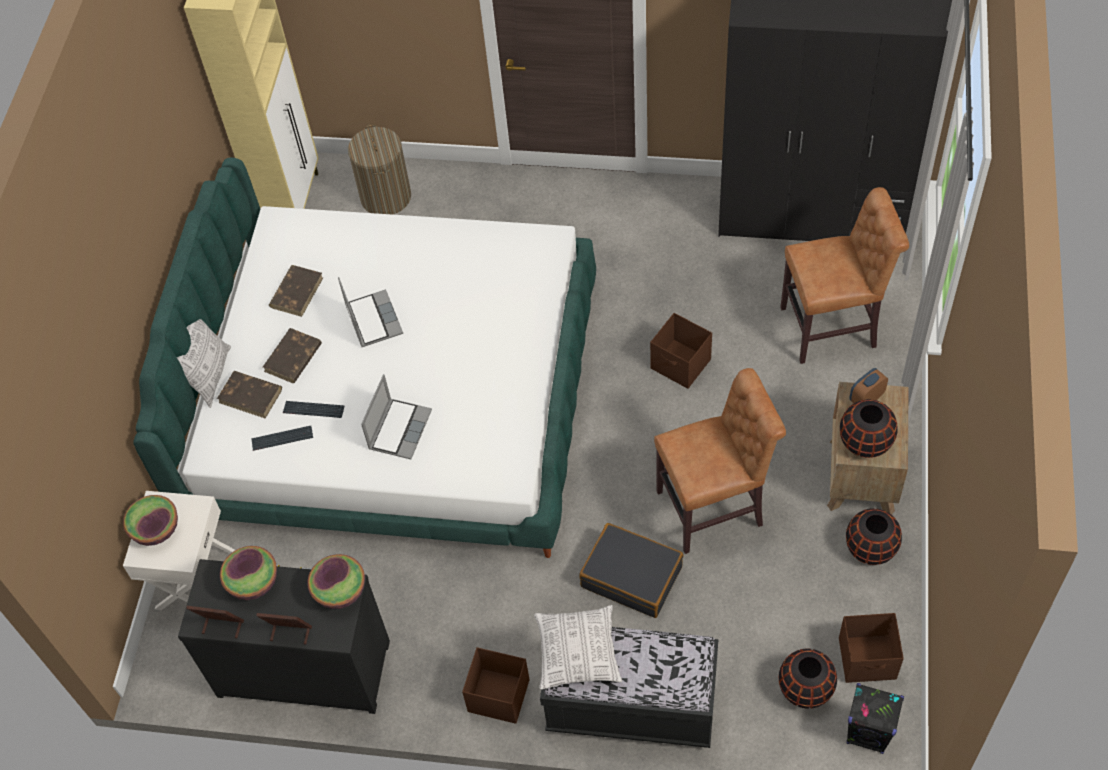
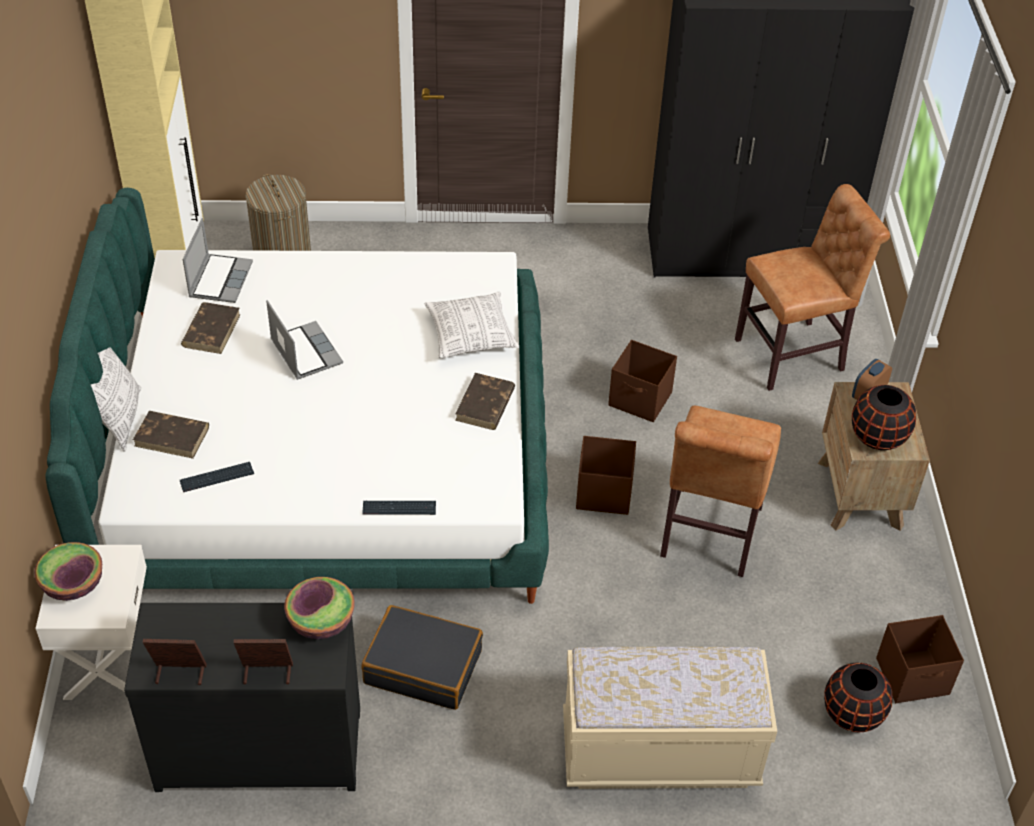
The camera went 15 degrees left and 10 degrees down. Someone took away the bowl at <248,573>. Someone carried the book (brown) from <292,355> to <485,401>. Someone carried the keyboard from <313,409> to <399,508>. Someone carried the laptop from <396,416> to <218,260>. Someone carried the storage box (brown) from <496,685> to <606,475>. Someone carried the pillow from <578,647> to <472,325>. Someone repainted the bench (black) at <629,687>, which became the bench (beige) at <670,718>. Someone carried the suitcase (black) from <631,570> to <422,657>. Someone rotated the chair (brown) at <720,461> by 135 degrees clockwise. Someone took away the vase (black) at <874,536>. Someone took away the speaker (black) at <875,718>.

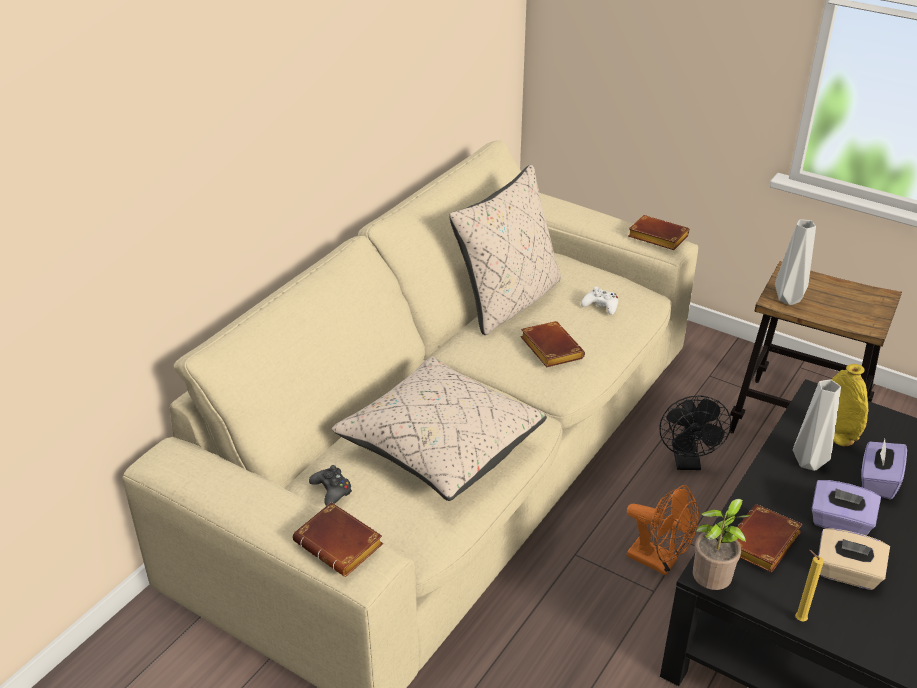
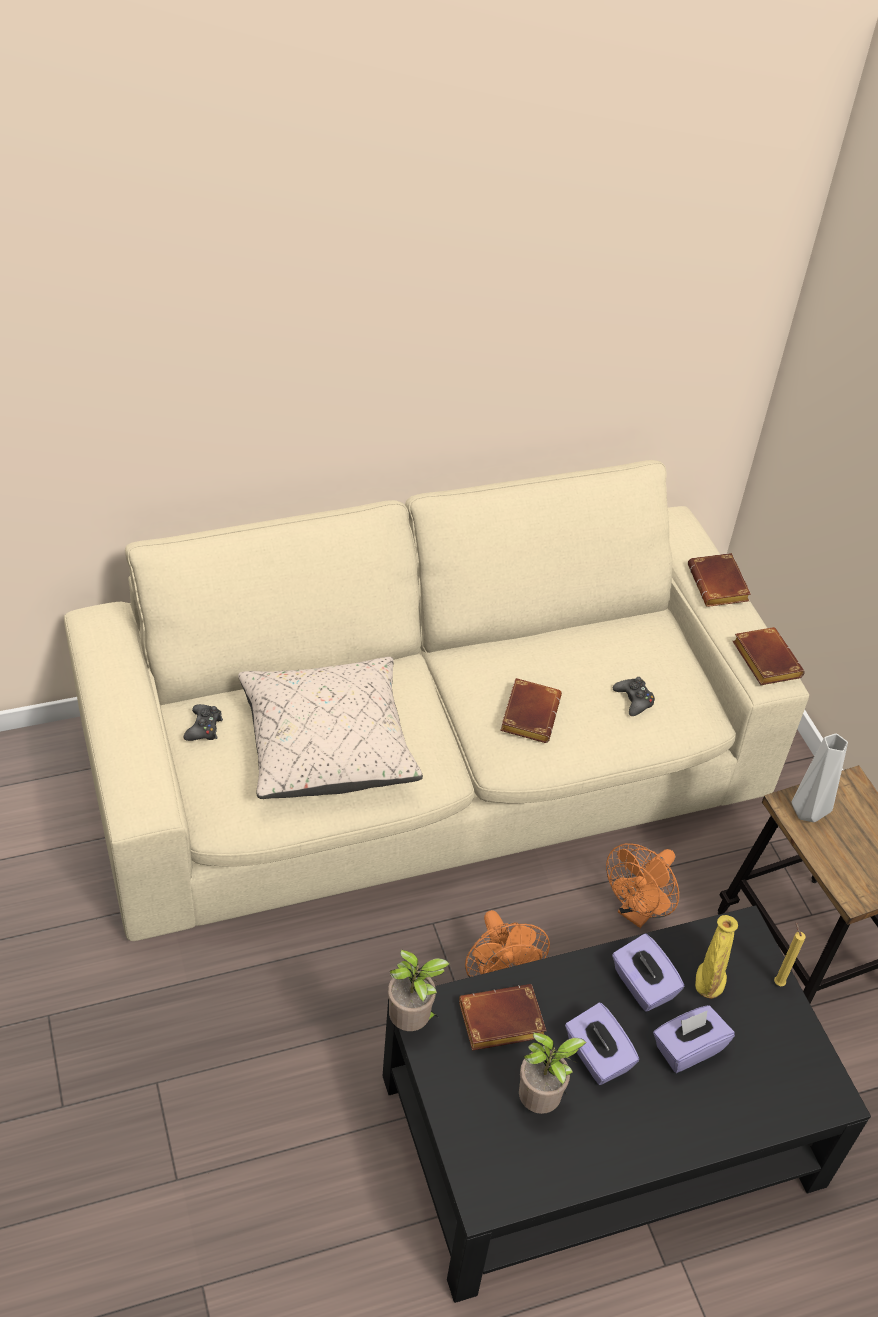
The camera went 35 degrees right and 10 degrees up. Someone carried the book (brown) from <338,539> to <719,580>. Someone took away the pillow (beige) at <505,250>. Someone repainted the game controller (white) at <599,301>, which became the game controller (black) at <634,696>. Someone repainted the fan (black) at <695,432>, which became the fan (orange) at <642,885>. Someone swapped the vase (grey) at <817,425> for the tissue box (purple) at <648,973>. Someone carried the candle (yellow) from <809,586> to <790,954>. Someone swapped the tissue box (beige) at <854,559> for the potted plant at <552,1073>.

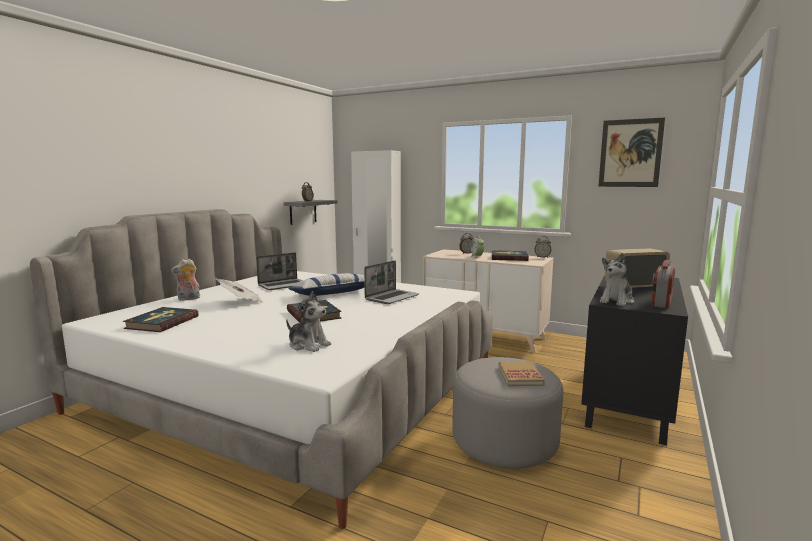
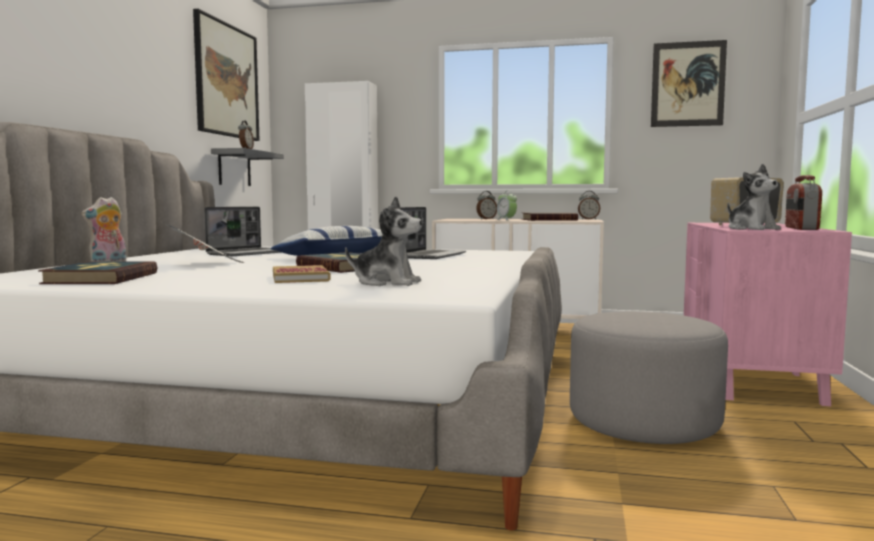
The camera went 15 degrees left and 5 degrees down. Someone carried the book from <521,374> to <302,274>. Someone repainted the dresser (black) at <634,360>, which became the dresser (pink) at <768,314>. Someone rotated the plush toy at <617,279> by 45 degrees counterclockwise. Someone put up the picture at <226,75>.

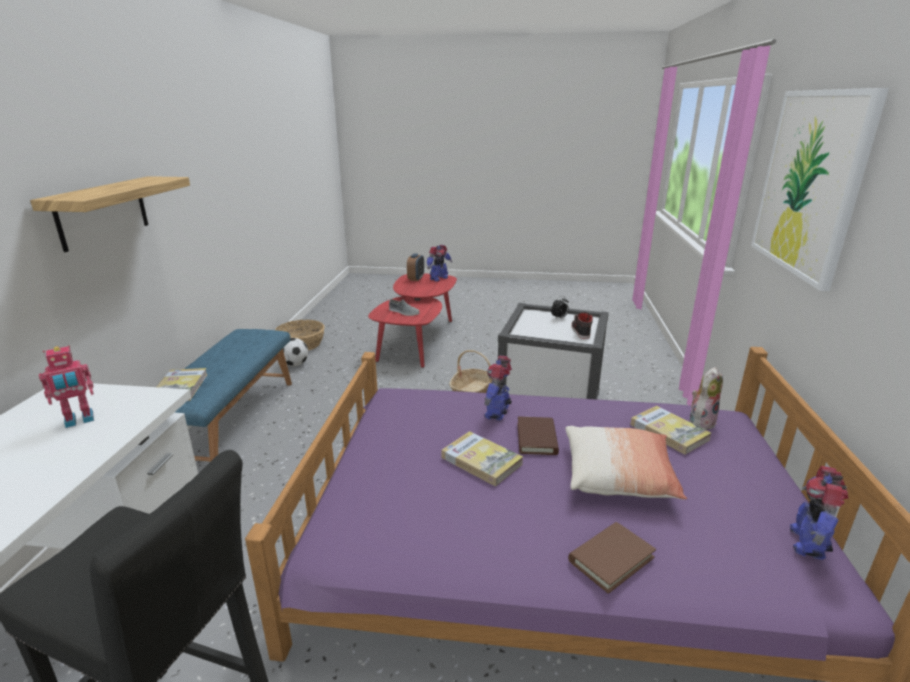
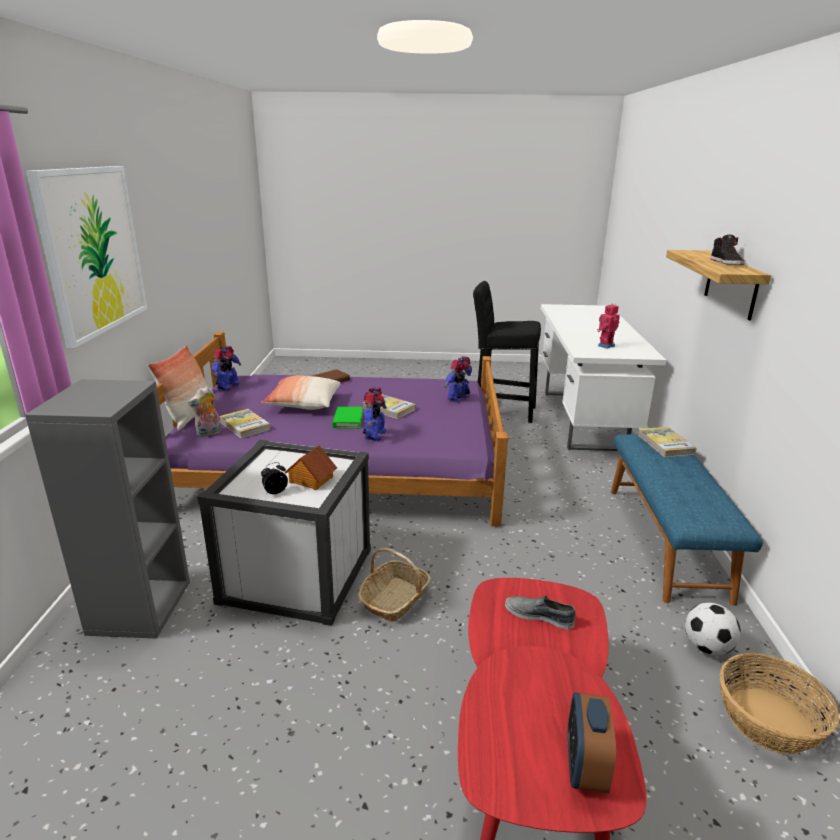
The camera went 175 degrees right and 0 degrees up. Someone carried the toy robot from <439,263> to <458,379>. Someone repainted the book (brown) at <538,436>, which became the book (green) at <347,417>. Someone carried the shoe (black) from <582,325> to <727,249>. Someone put down the bookcase (grey) at <107,509>. Someone put down the pillow at <177,387>. Someone put down the toy house at <311,467>.

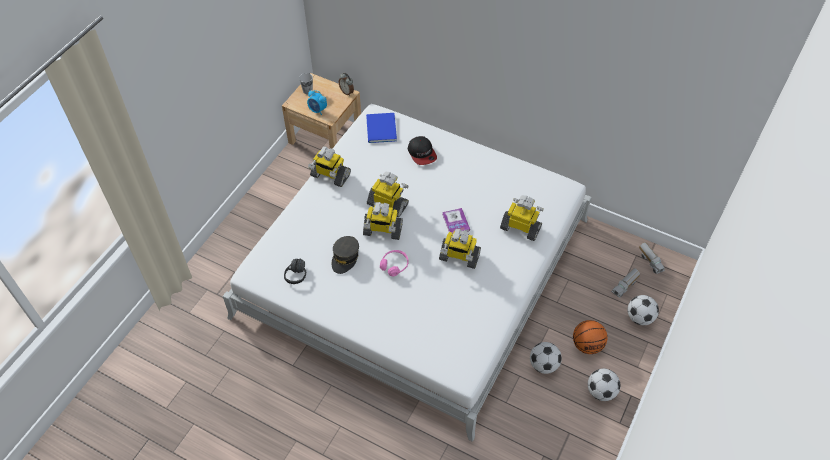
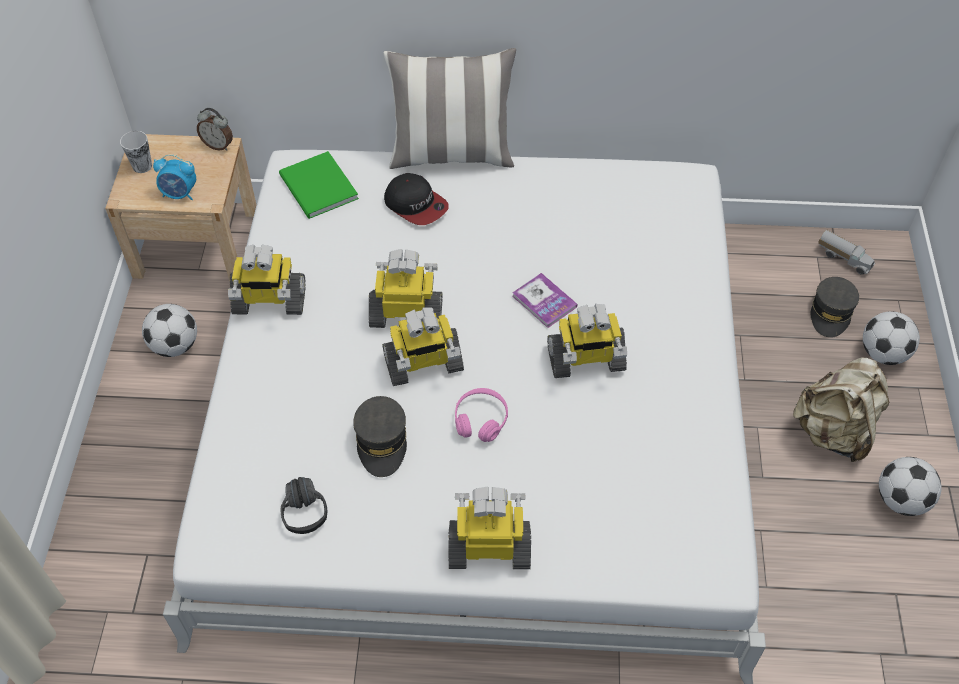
The camera went 25 degrees left and 0 degrees up. Someone repainted the book (blue) at <381,128>, which became the book (green) at <319,185>. Someone carried the toy robot from <522,218> to <489,528>. Someone carried the football from <546,358> to <169,330>. Someone swapped the basketball at <590,337> for the backpack (beige) at <841,409>. Someone swapped the toy truck at <625,283> for the cap (grey) at <834,307>. Someone put down the pillow at <449,108>.

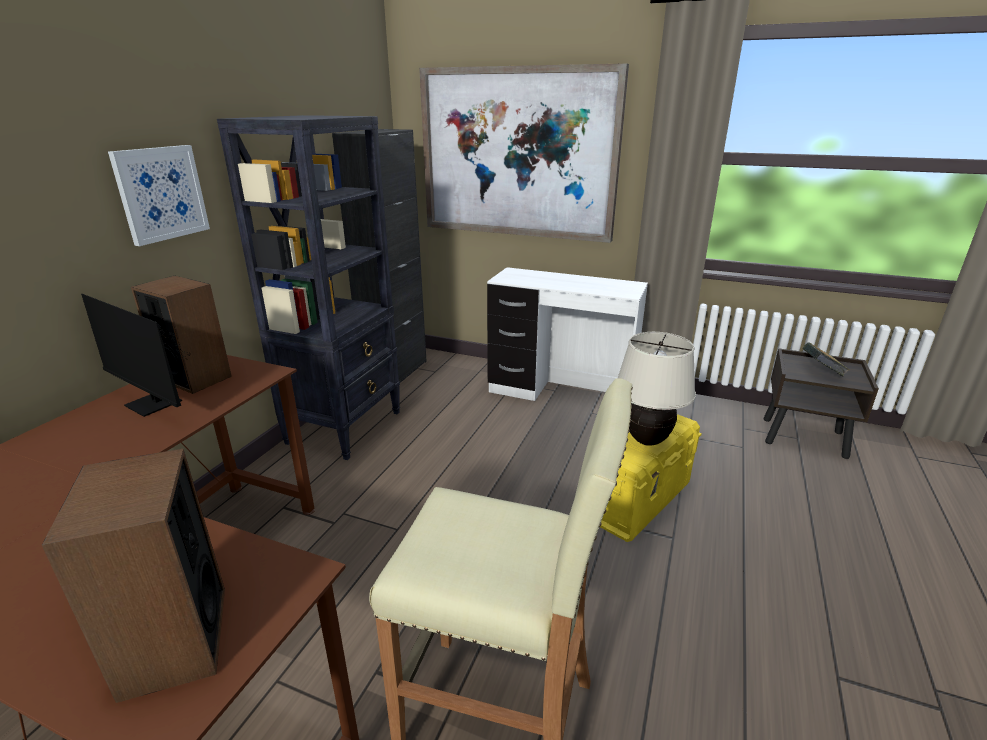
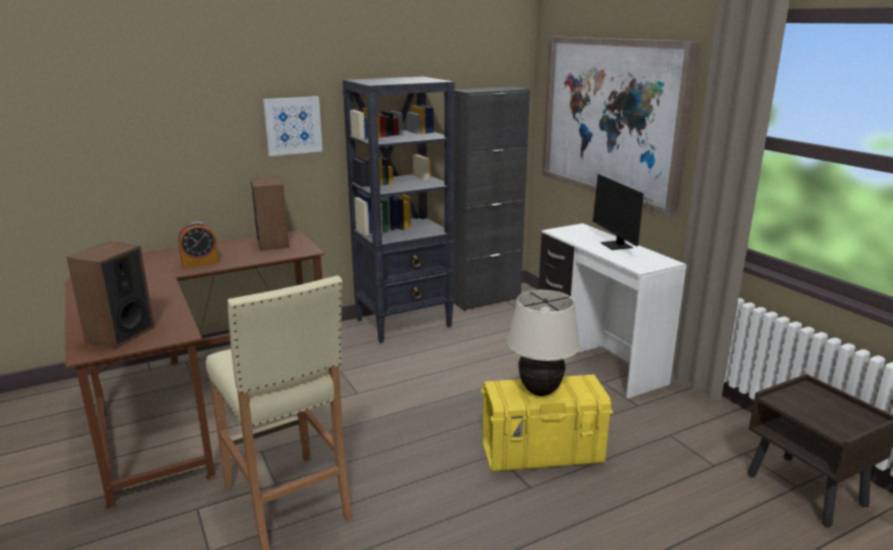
The camera went 40 degrees right and 5 degrees down. Someone carried the monitor from <136,355> to <625,212>. Someone took away the book at <826,359>. Someone put down the alarm clock at <198,245>.

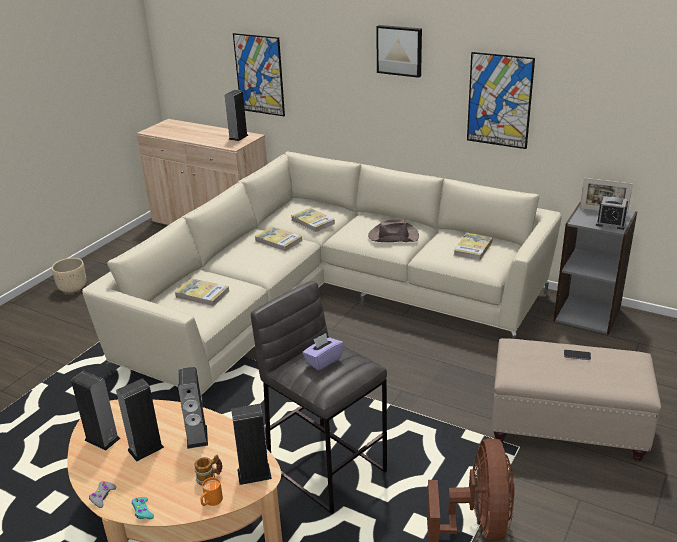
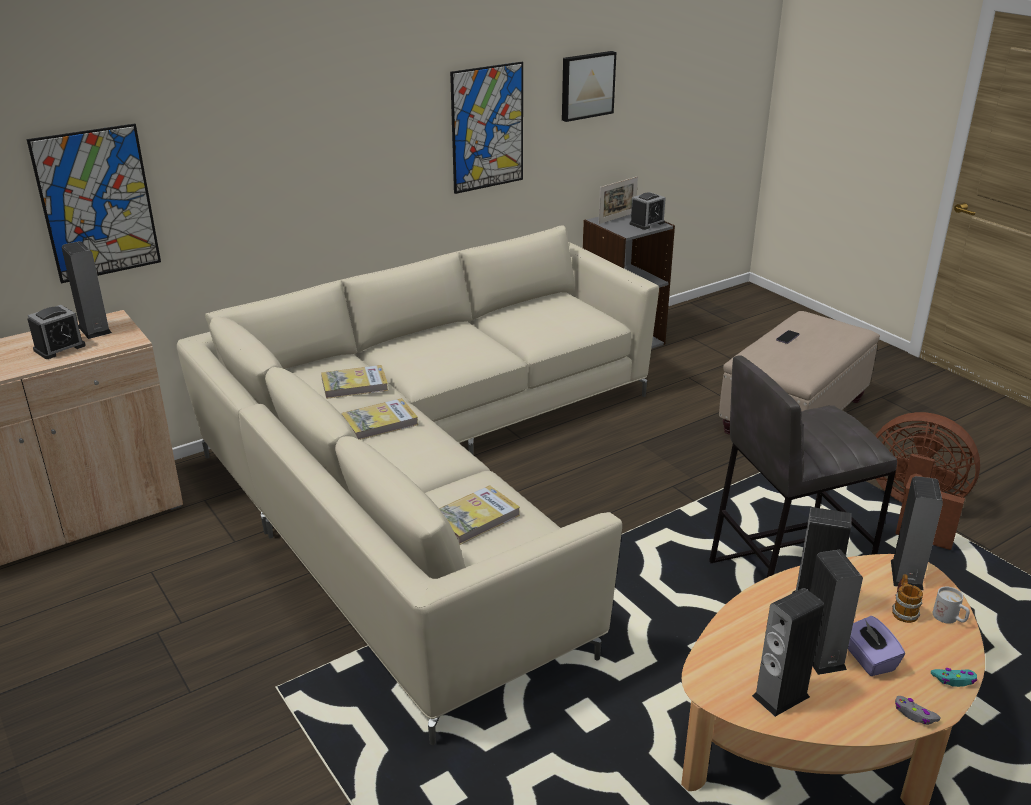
The camera went 65 degrees left and 0 degrees up. Someone took away the planter (beige) at <69,275>. Someone repainted the mug (orange) at <211,491>, which became the mug (white) at <951,605>. Someone carried the tissue box (purple) from <323,352> to <876,646>. Someone took away the hat (brown) at <393,230>. Someone carried the picture from <399,51> to <589,86>. Someone took away the book at <473,246>. Someone put down the alarm clock at <57,332>.

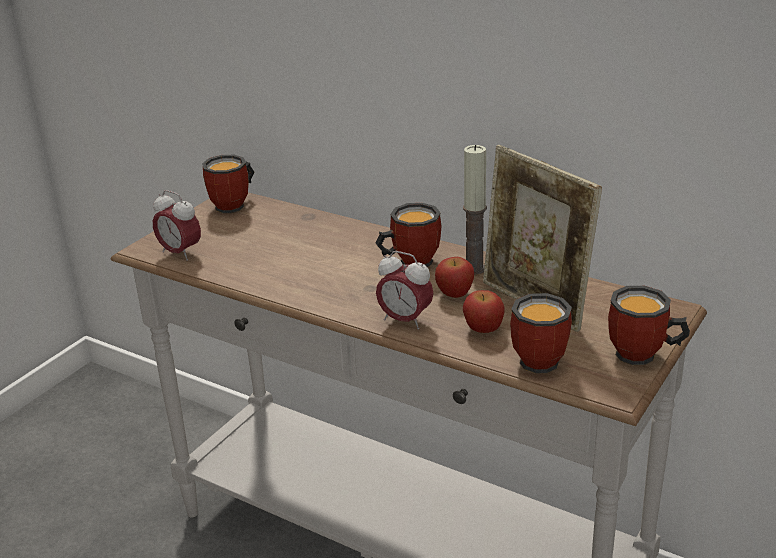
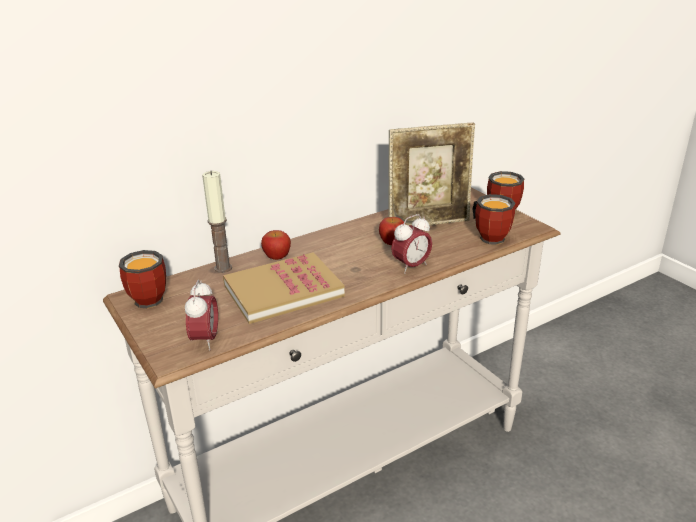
The camera went 65 degrees left and 0 degrees up. Someone rotated the alarm clock at <177,225> by 60 degrees counterclockwise. Someone took away the mug at <408,235>. Someone carried the candle from <475,210> to <217,222>. Someone carried the apple from <484,311> to <276,245>. Someone put down the book at <284,288>.

